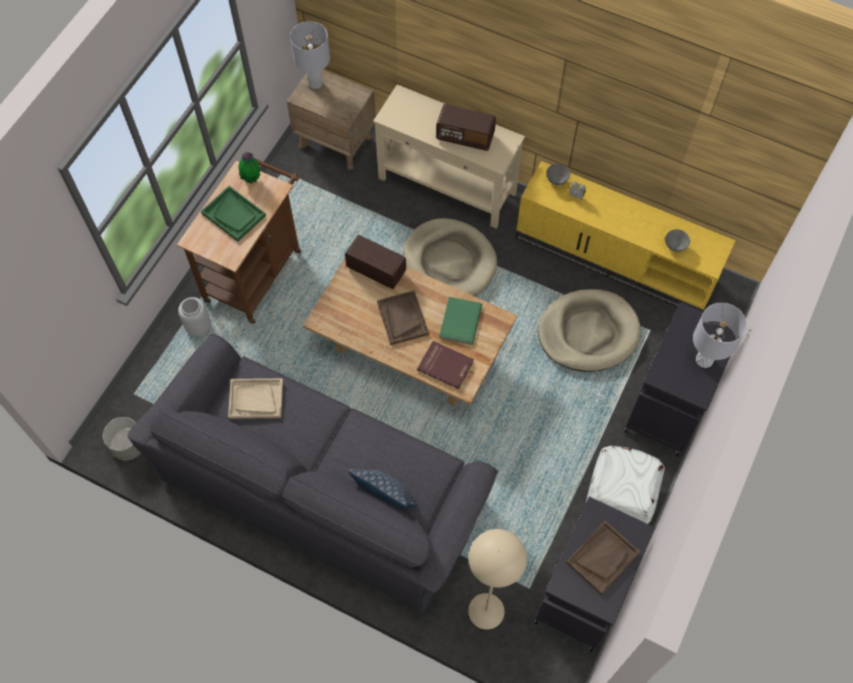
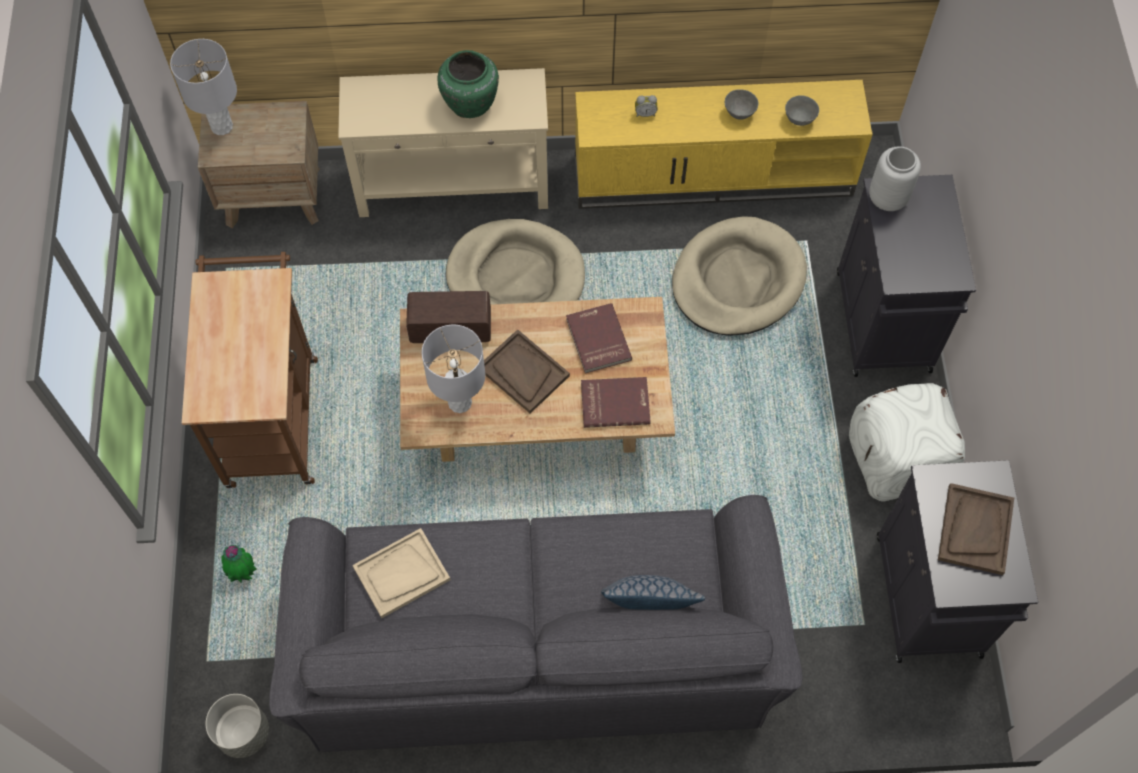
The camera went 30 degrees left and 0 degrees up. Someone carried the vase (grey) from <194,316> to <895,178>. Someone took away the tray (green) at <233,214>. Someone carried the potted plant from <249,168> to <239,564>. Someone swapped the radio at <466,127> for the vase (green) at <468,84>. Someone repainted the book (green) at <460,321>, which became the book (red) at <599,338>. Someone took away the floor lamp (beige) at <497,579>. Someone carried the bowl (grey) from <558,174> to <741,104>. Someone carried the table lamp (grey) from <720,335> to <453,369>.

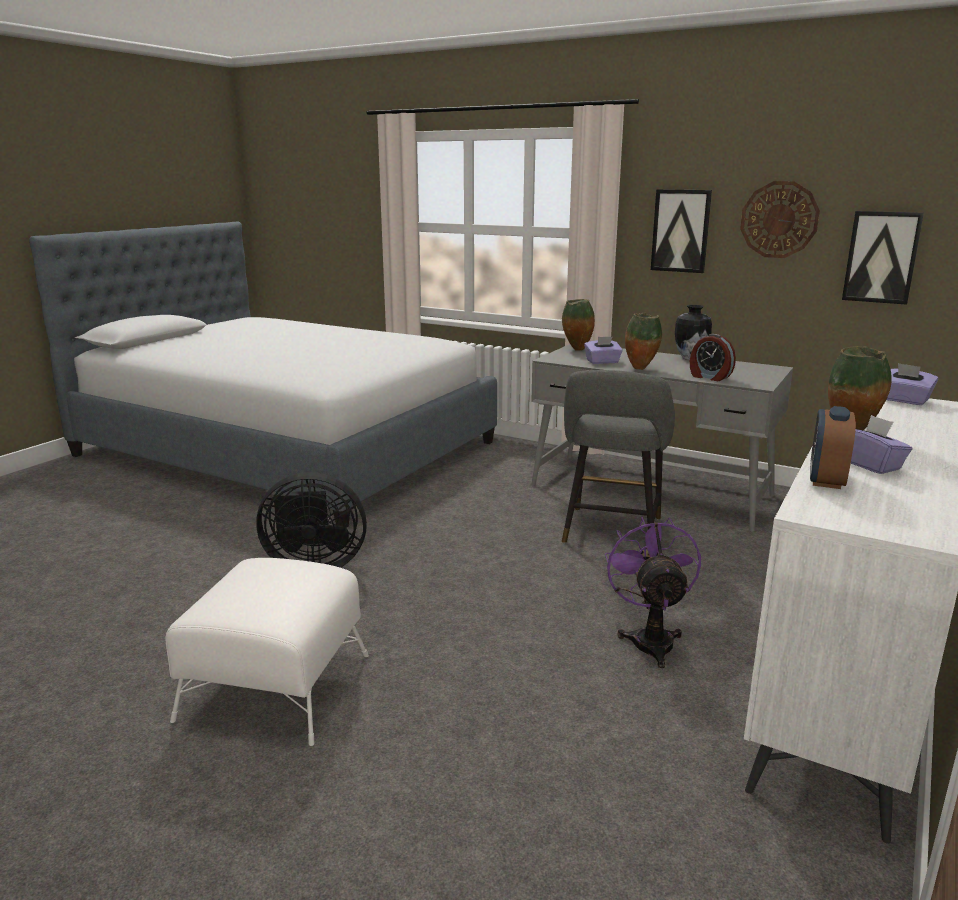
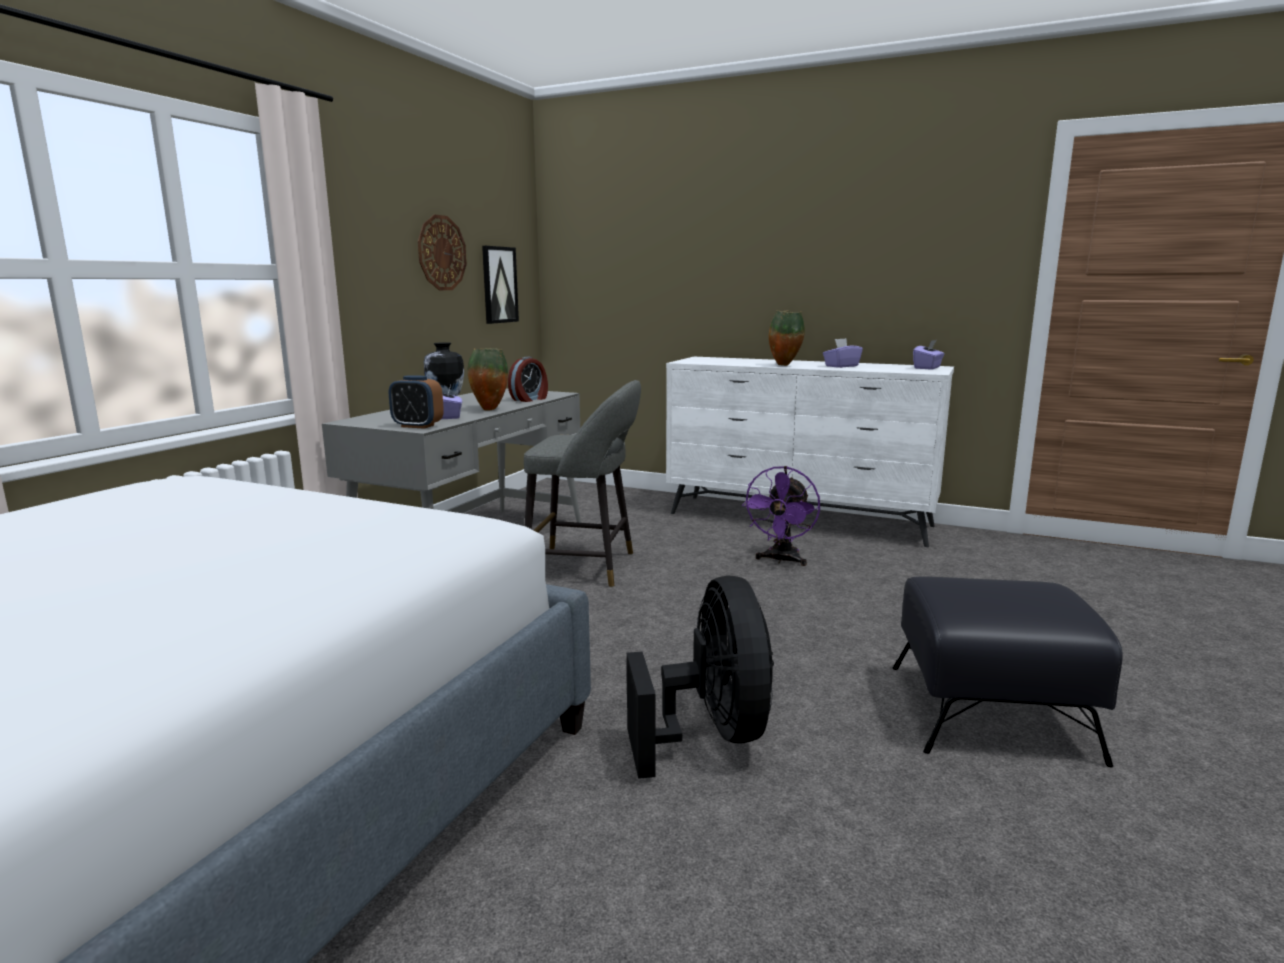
The camera went 95 degrees left and 5 degrees down. Someone repainted the ottoman (white) at <267,652>, which became the ottoman (black) at <1007,672>. Someone took away the vase at <578,325>. Someone rotated the fan (purple) at <653,592> by 60 degrees counterclockwise. Someone took away the picture at <681,231>. Someone carried the alarm clock from <833,447> to <416,402>. Someone carried the tissue box (purple) from <912,384> to <928,355>.

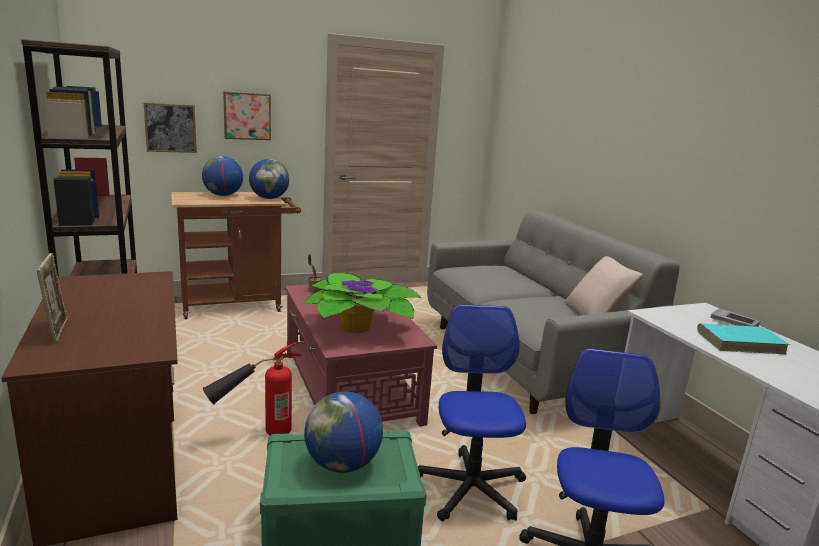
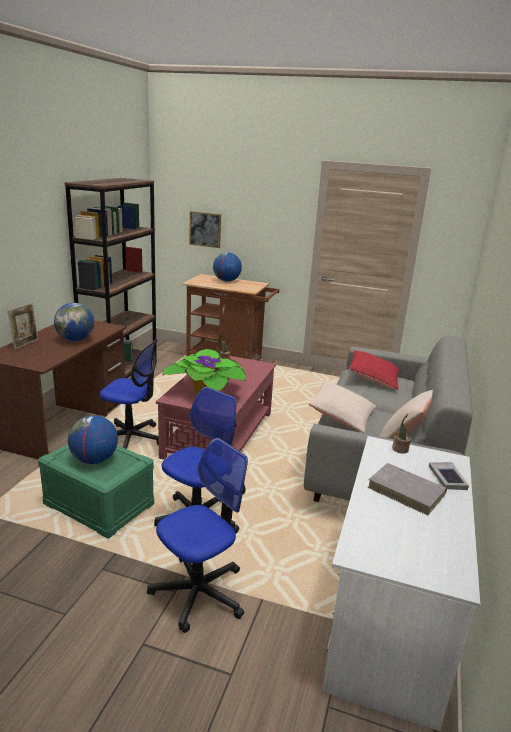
The camera went 40 degrees right and 5 degrees up. Someone swapped the fire extinguisher at <252,389> for the office chair at <129,394>. Someone took away the picture at <247,115>. Someone carried the globe from <269,179> to <74,322>. Someone repainted the book (turquoise) at <743,338>, which became the book (grey) at <407,489>. Someone put down the pillow (beige) at <342,407>. Someone put down the pillow (red) at <374,370>. Someone put down the potted plant at <401,434>.

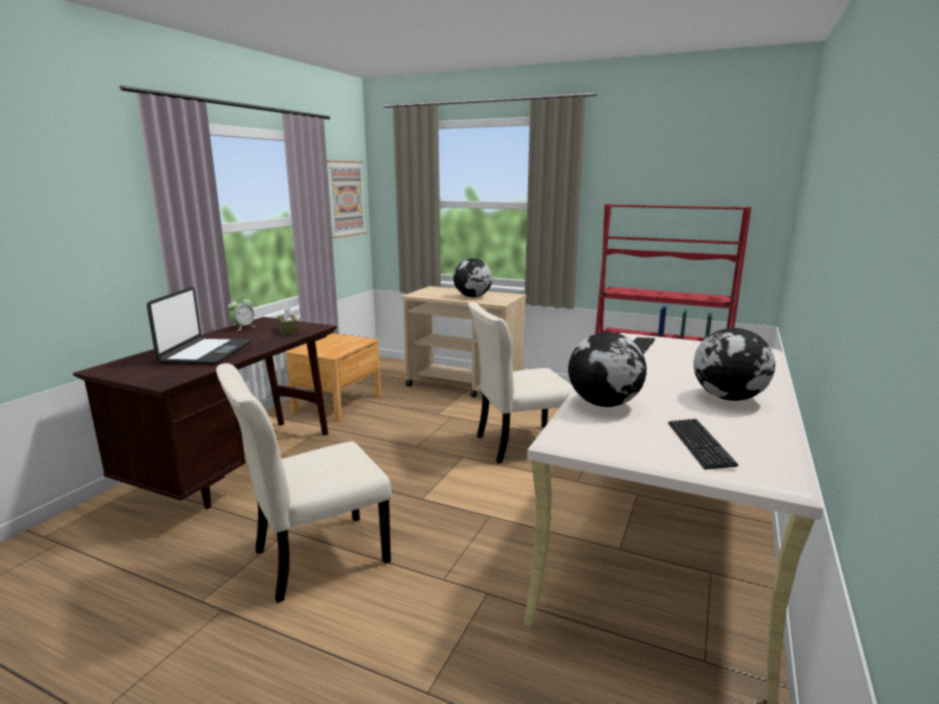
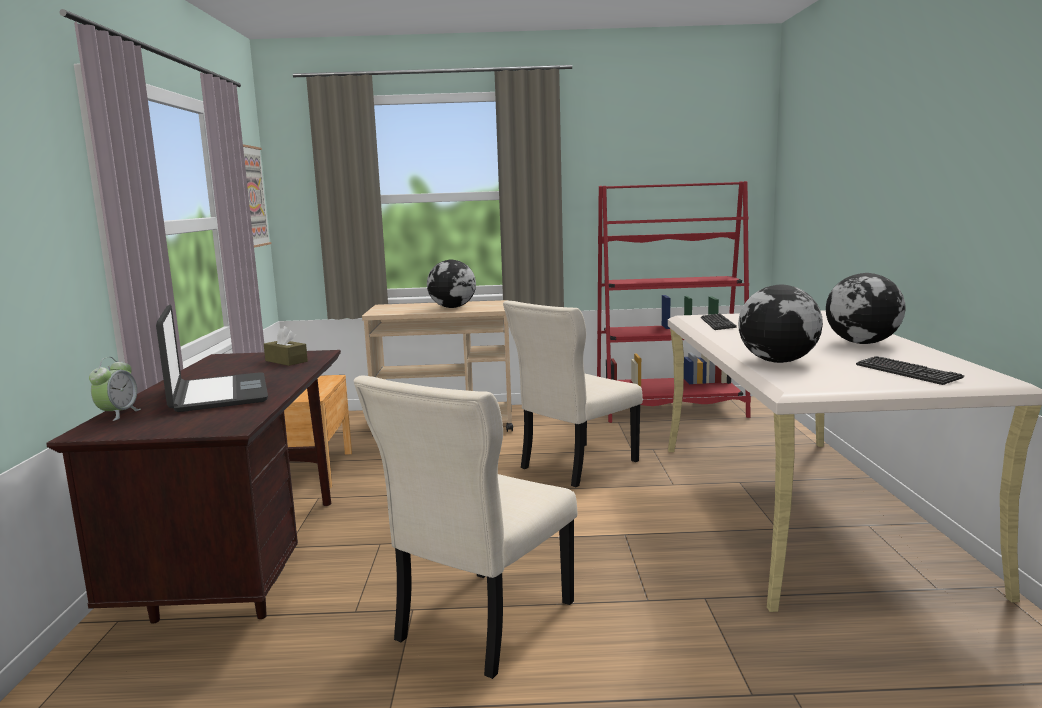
The camera went 25 degrees left and 5 degrees down. Someone carried the alarm clock from <242,313> to <115,389>.

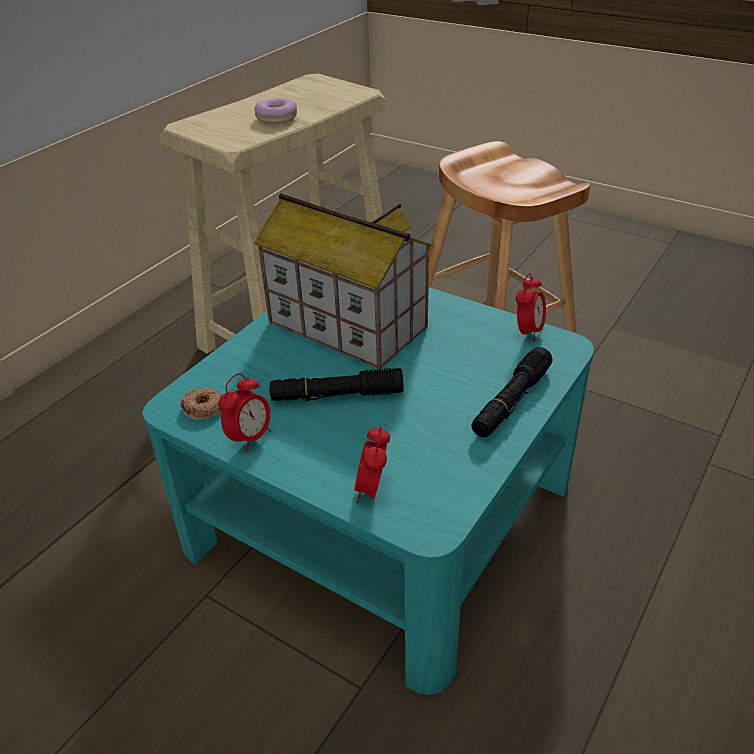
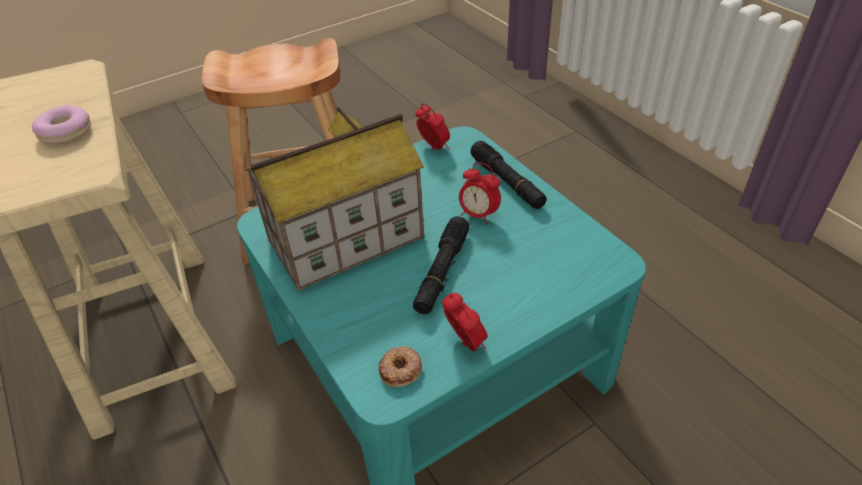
The camera went 65 degrees left and 5 degrees up. Someone carried the alarm clock from <372,464> to <480,193>.

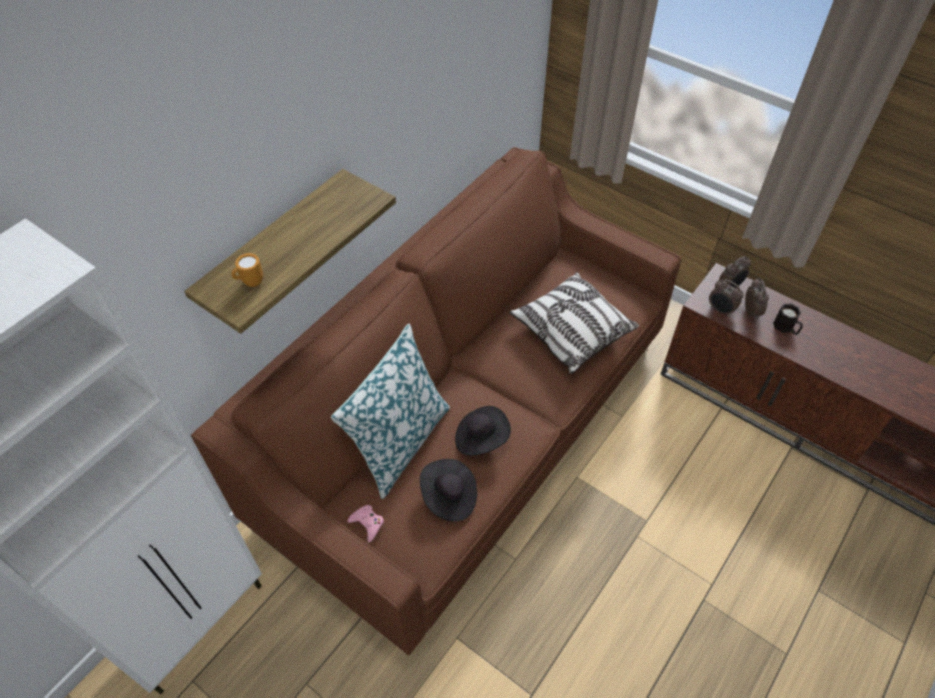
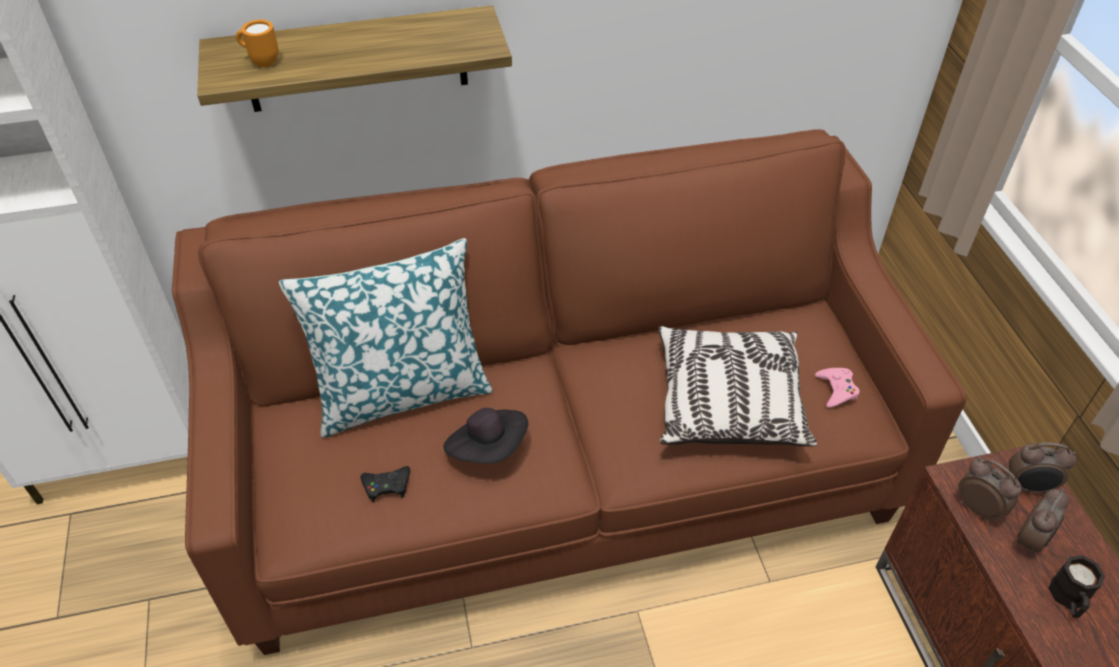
The camera went 40 degrees right and 5 degrees down. Someone carried the game controller (pink) from <366,523> to <837,388>. Someone swapped the hat (black) at <448,490> for the game controller (black) at <385,484>. Someone rotated the alarm clock at <726,298> by 150 degrees clockwise.

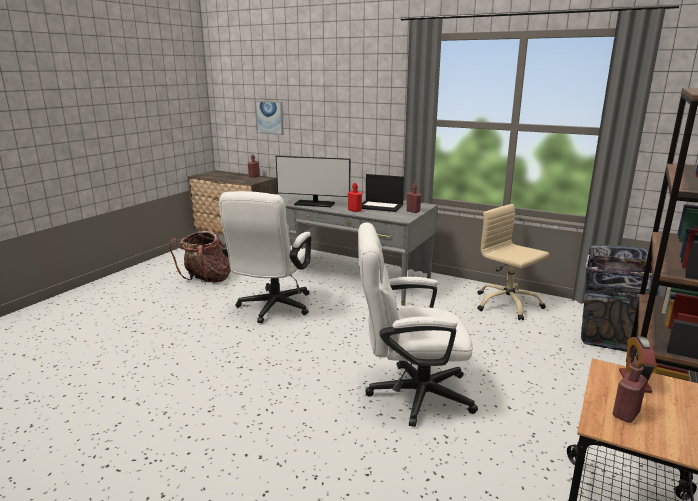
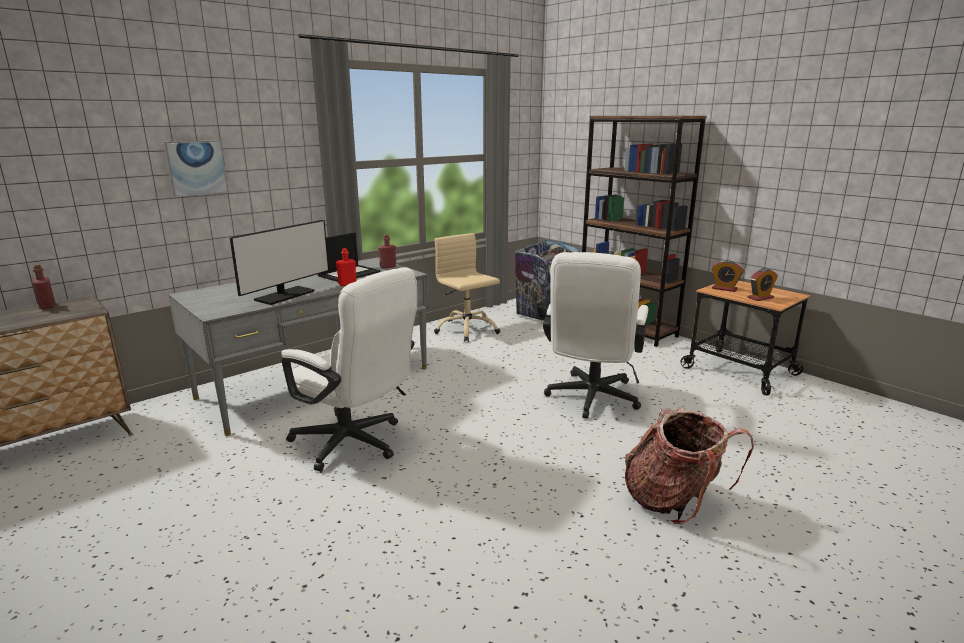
The camera went 70 degrees left and 0 degrees up. Someone carried the backpack from <200,256> to <689,466>. Someone carried the picture from <269,118> to <196,169>. Someone rotated the office chair (beige) at <513,262> by 75 degrees clockwise. Someone swapped the bottle (red) at <630,391> for the alarm clock at <762,284>.

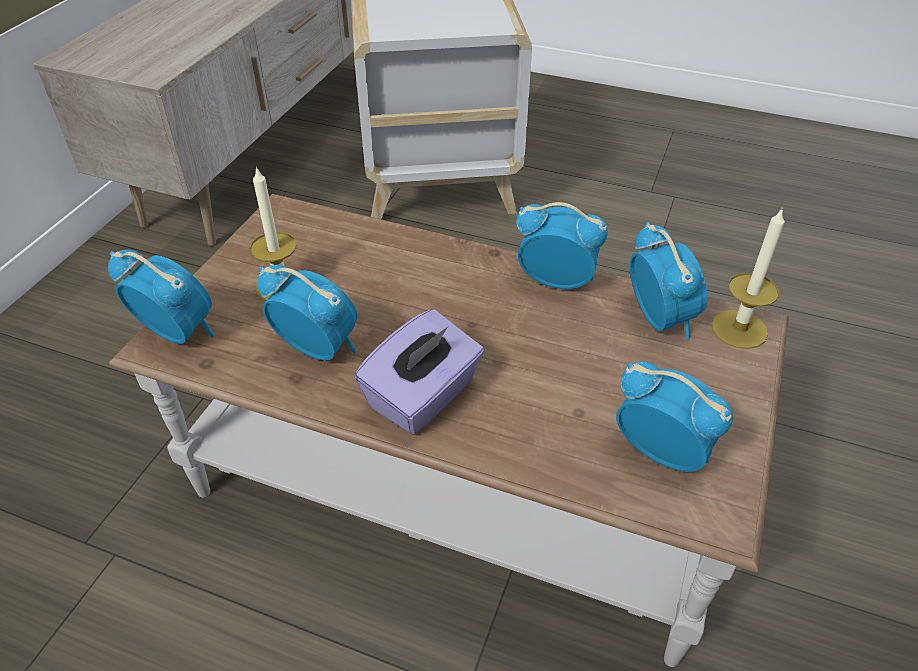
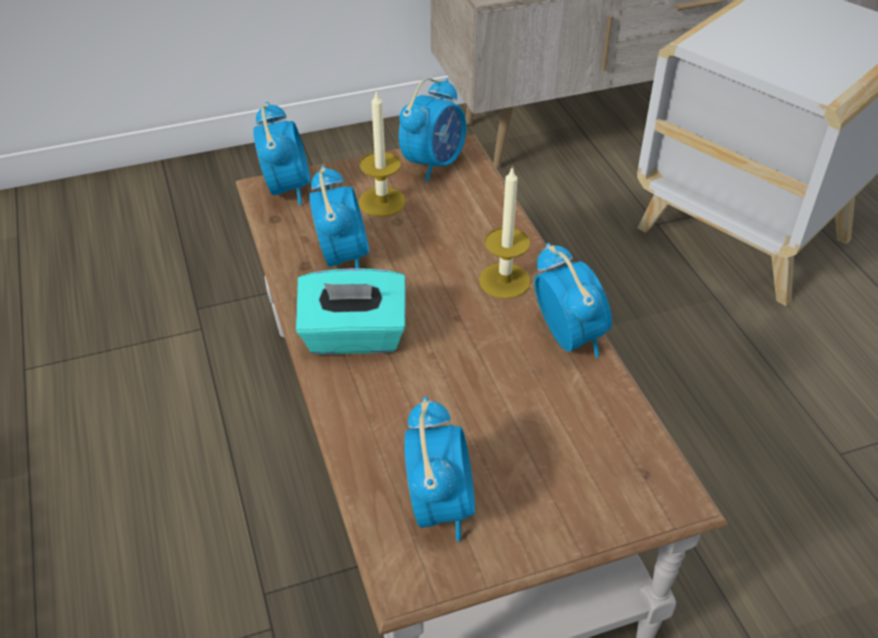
The camera went 50 degrees right and 0 degrees up. Someone repainted the tissue box (purple) at <419,372>, which became the tissue box (turquoise) at <351,311>. Someone carried the alarm clock from <668,281> to <432,130>. Someone carried the candle from <748,278> to <505,232>.

